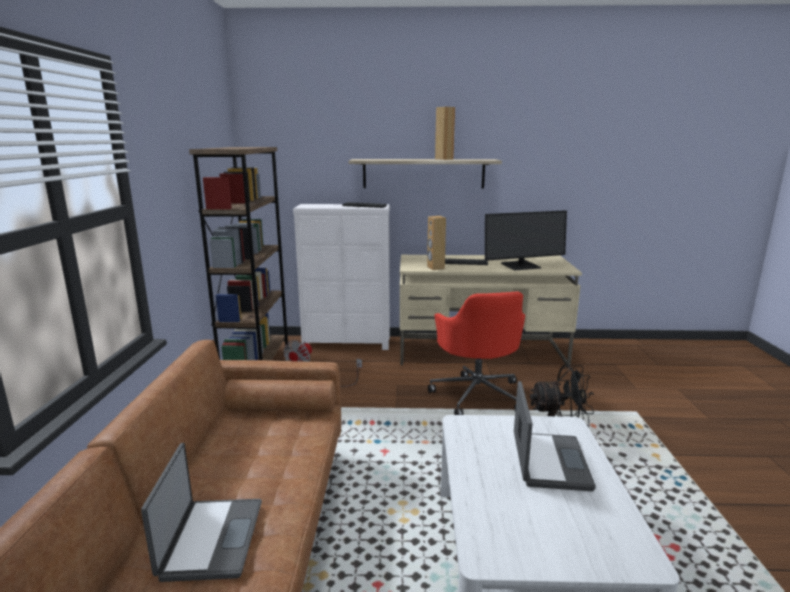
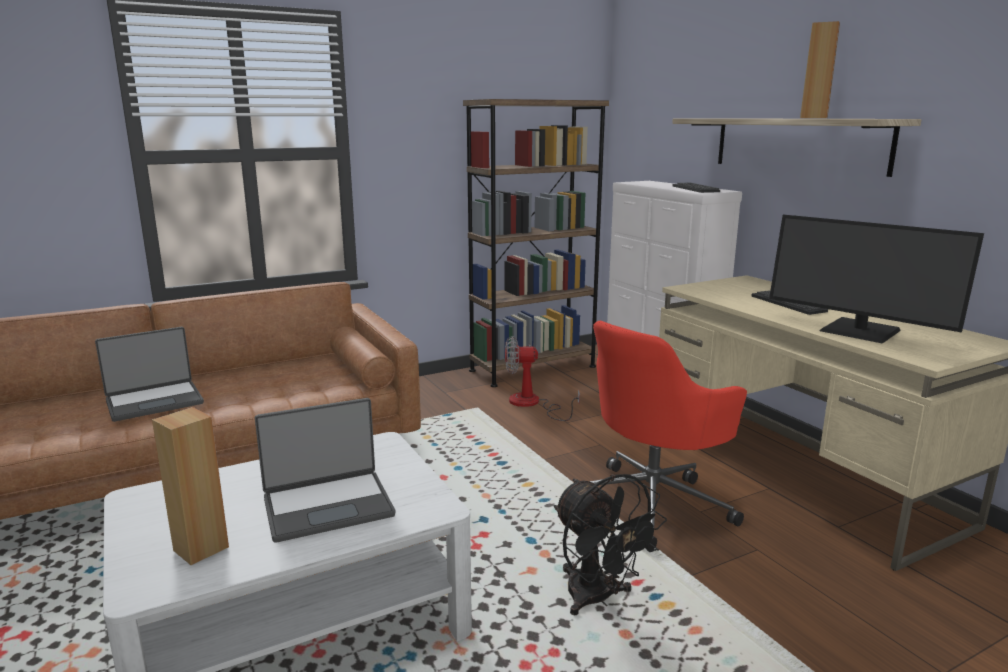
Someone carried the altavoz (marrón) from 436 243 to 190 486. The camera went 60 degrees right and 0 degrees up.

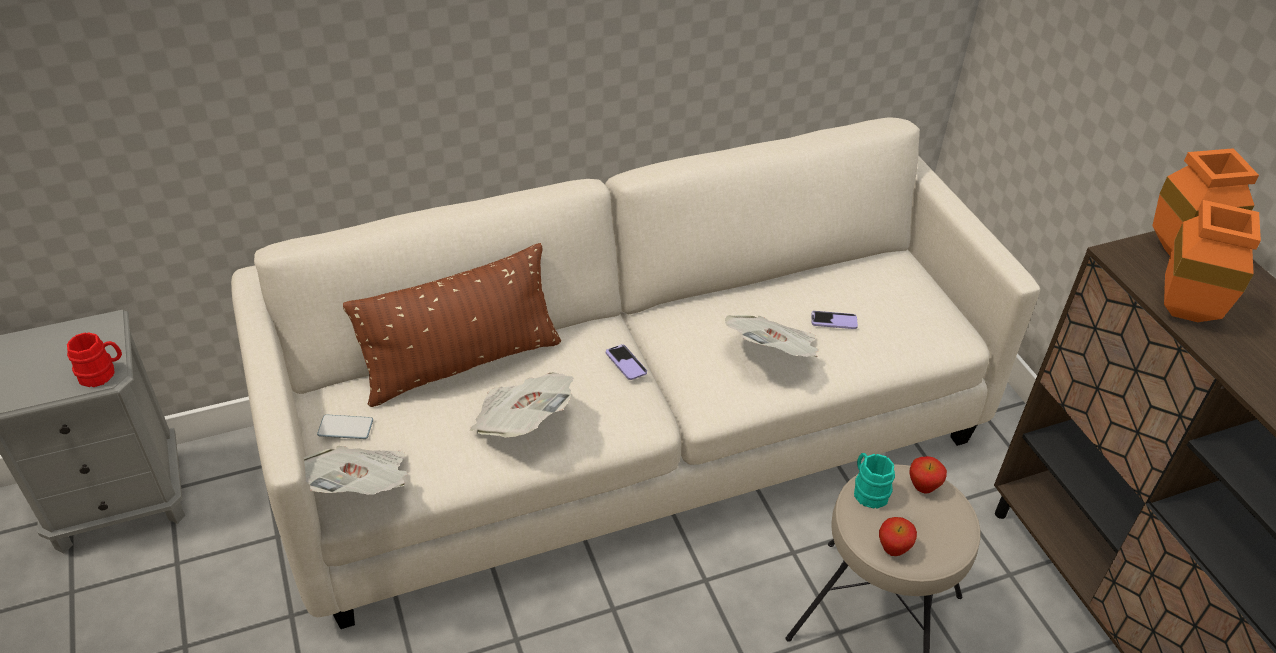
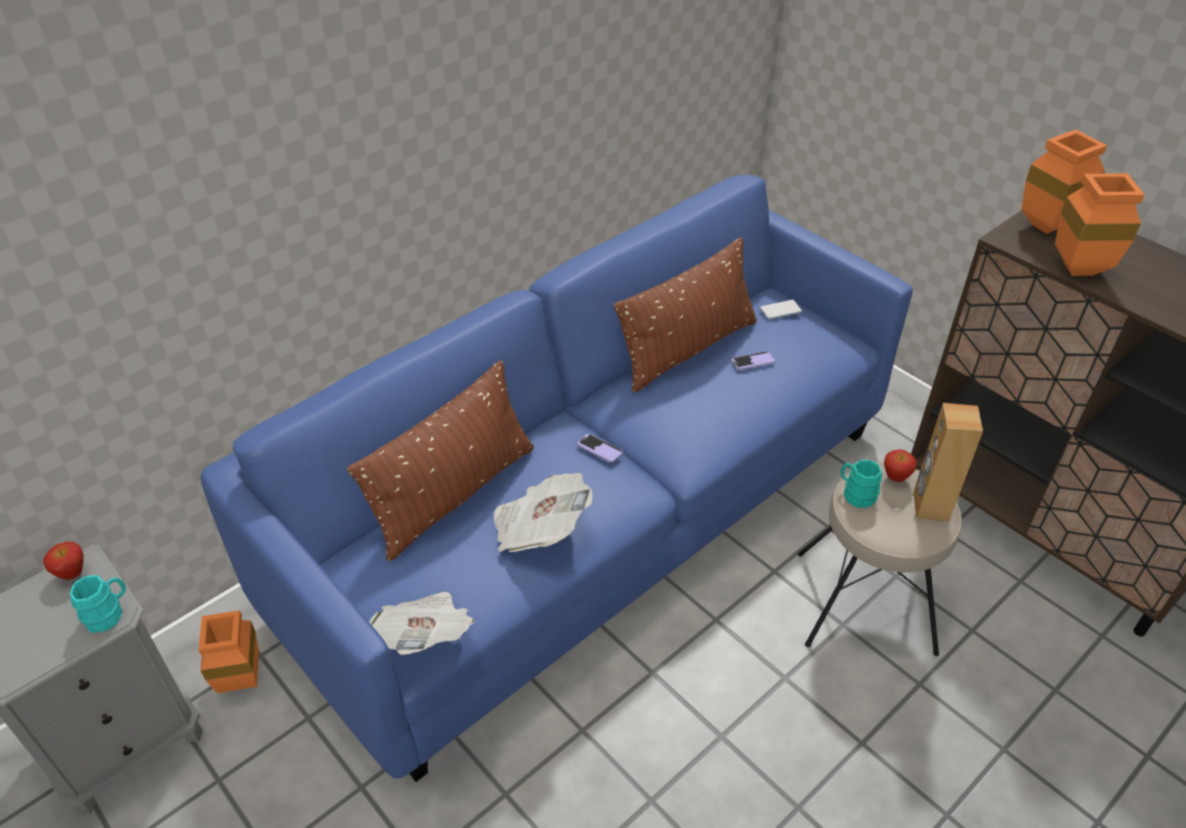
Someone repainted the taza grande (rojo) at 94 359, which became the taza grande (turquesa) at 98 604. Someone repainted the sofá (blanco) at 635 373, which became the sofá (azul) at 557 478. Someone carried the móvil from 345 426 to 781 309. Someone took away the periódico at 772 336. Someone carried the manzana from 898 536 to 63 560. Someone put down the florero (naranja) at 228 651. Someone put down the cojín (marrón) at 685 315. Someone put down the altavoz (marrón) at 948 462. The camera went 20 degrees left and 0 degrees up.

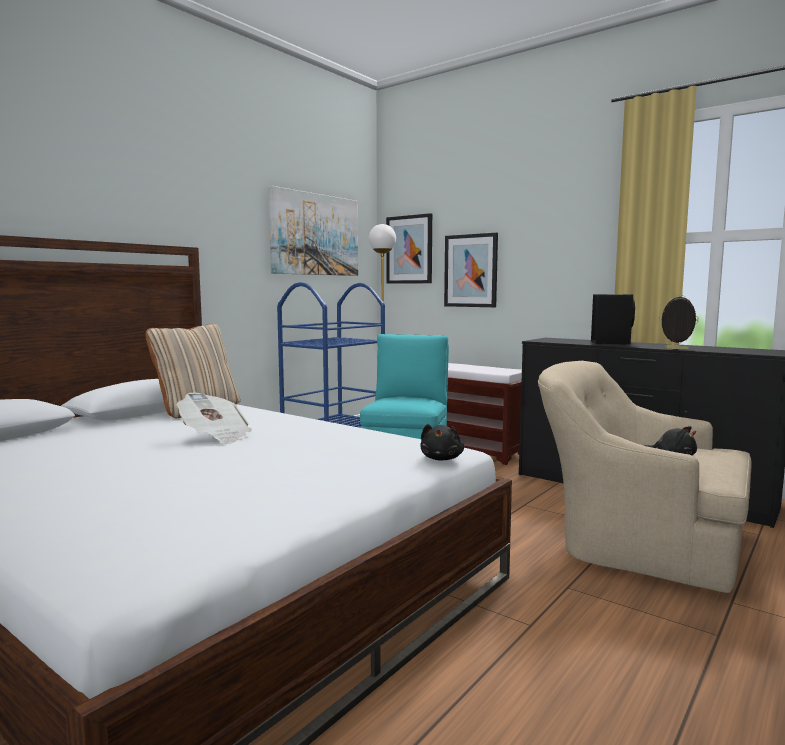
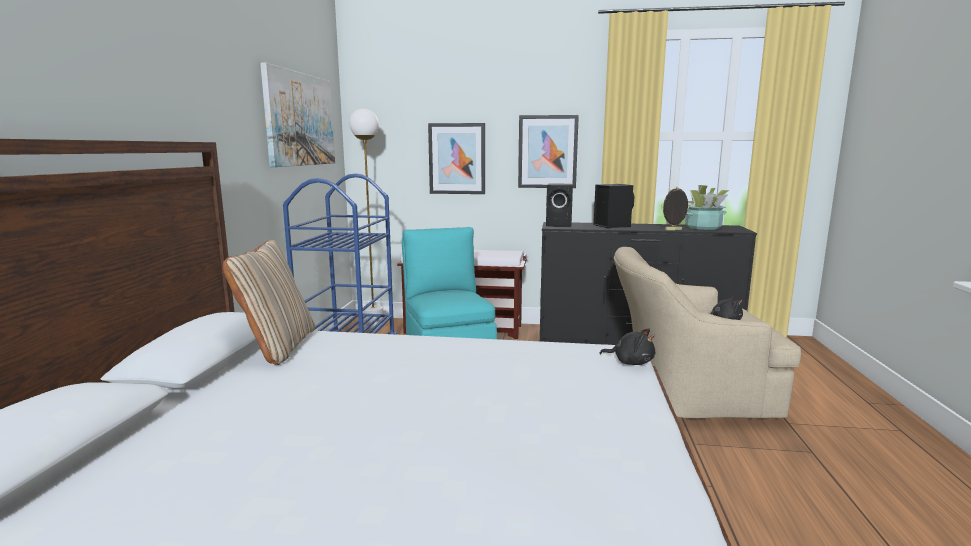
Someone took away the periódico at 214 418. Someone carried the cuadro from 409 248 to 548 151. Someone rotated the peluche (negro) at 442 442 by 45 degrees counterclockwise. Someone put down the altavoz (negro) at 559 205. Someone put down the planta en maceta at 707 207. The camera went 30 degrees left and 5 degrees up.

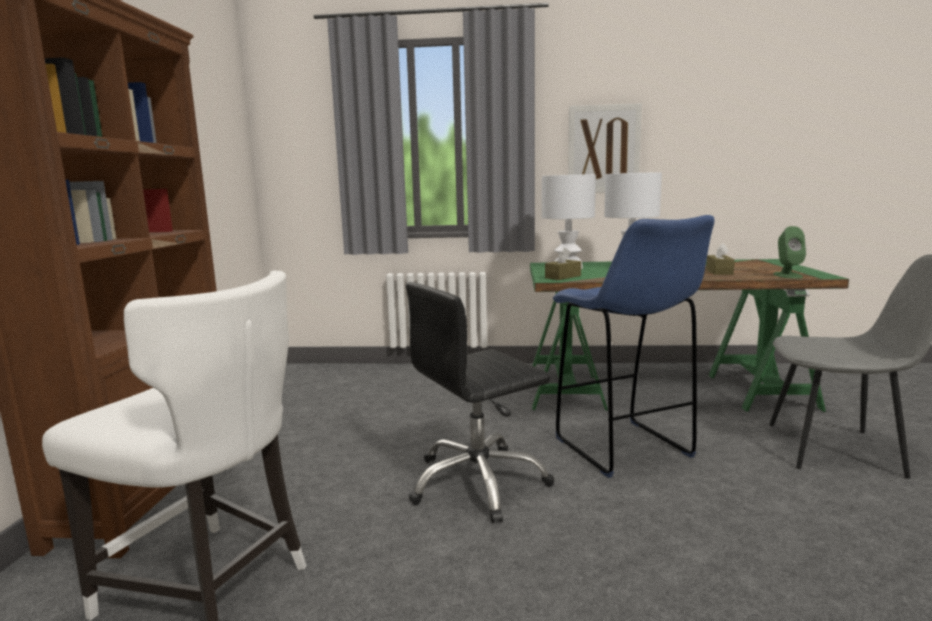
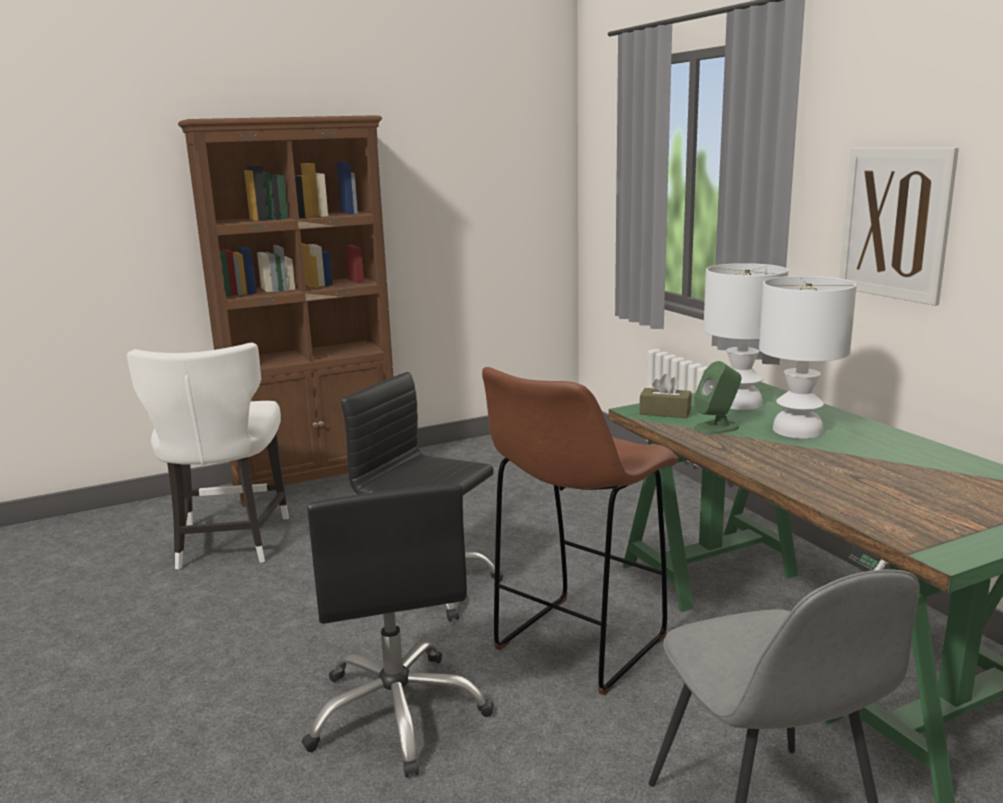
Someone repainted the taburete (azul) at 633 346, which became the taburete (marrón) at 580 531. Someone took away the caja de pañuelos (marrón) at 720 259. Someone carried the altavoz (verde) from 789 252 to 718 397. Someone put down the silla de oficina (negro) at 398 631. The camera went 60 degrees right and 5 degrees up.

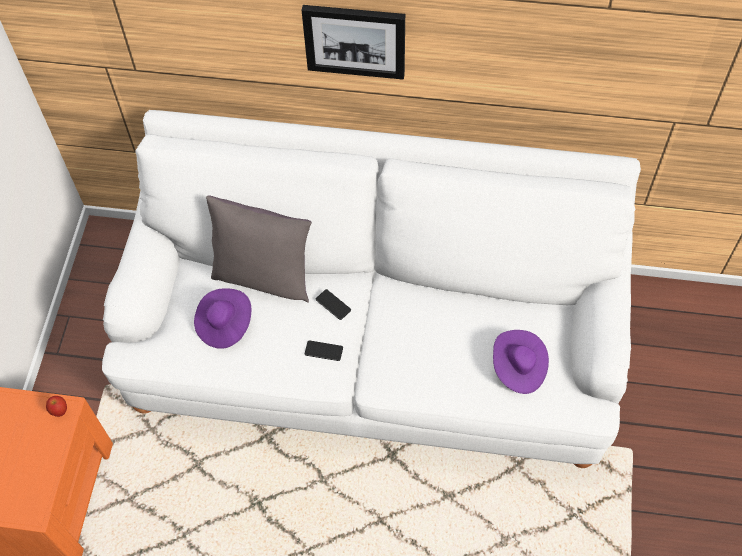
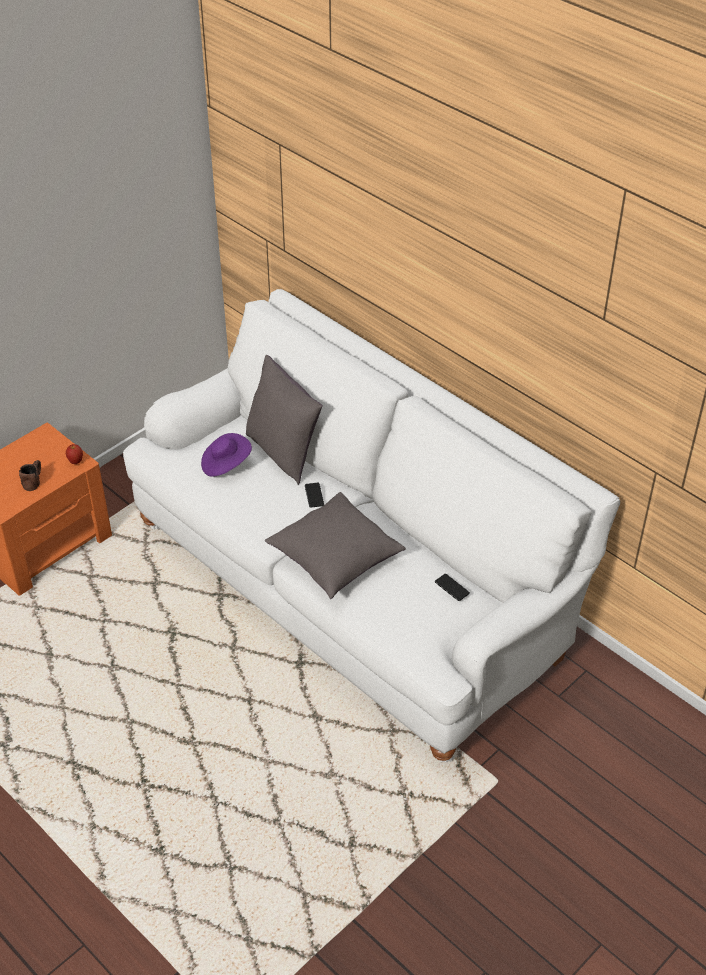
Someone took away the cuadro at 353 42. Someone carried the móvil from 324 350 to 452 587. Someone took away the sombrero (morado) at 521 362. Someone put down the taza grande (marrón) at 30 475. Someone put down the cojín (gris) at 335 545. The camera went 35 degrees right and 15 degrees down.

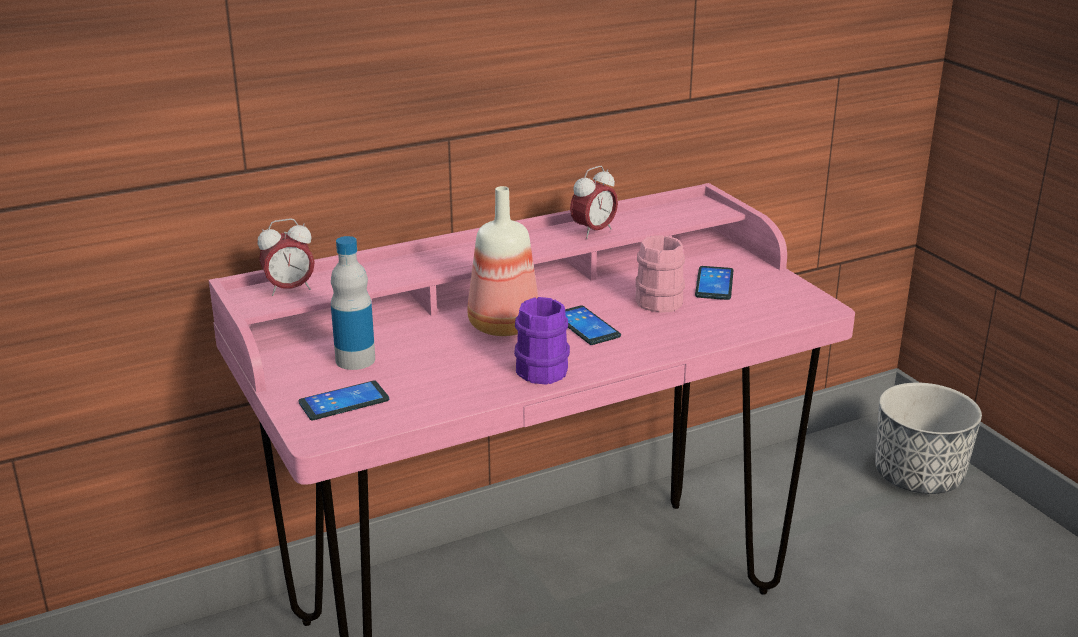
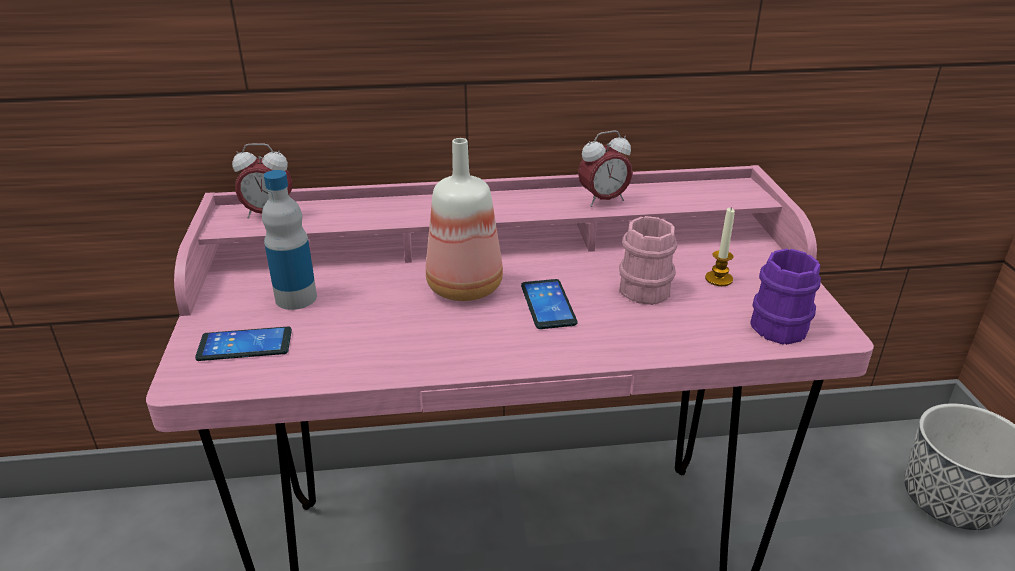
Someone carried the taza grande (morado) from 542 341 to 785 296. Someone swapped the móvil at 714 283 for the vela at 720 246. The camera went 20 degrees right and 5 degrees up.

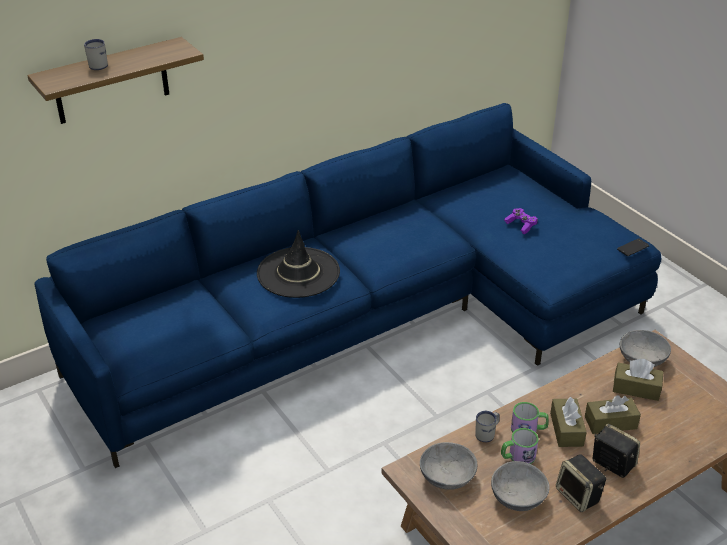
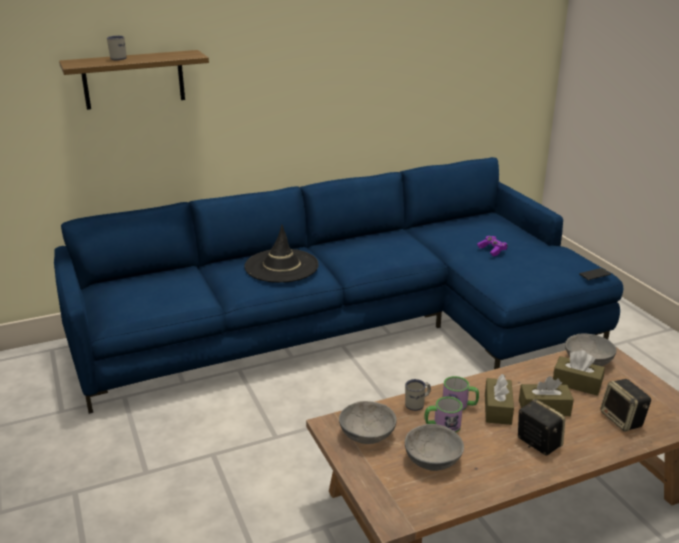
Someone carried the altavoz from 581 483 to 625 405. The camera went 10 degrees right and 10 degrees down.

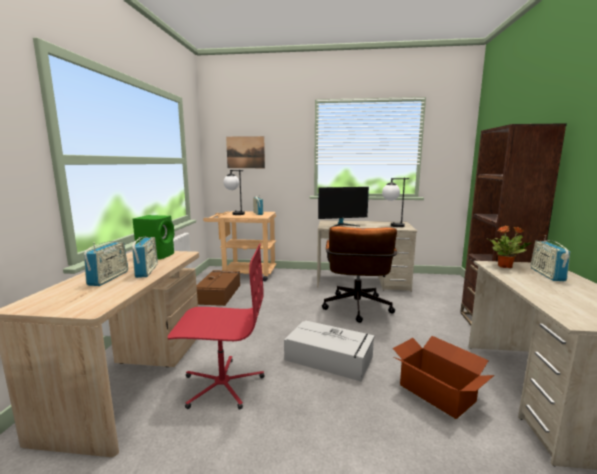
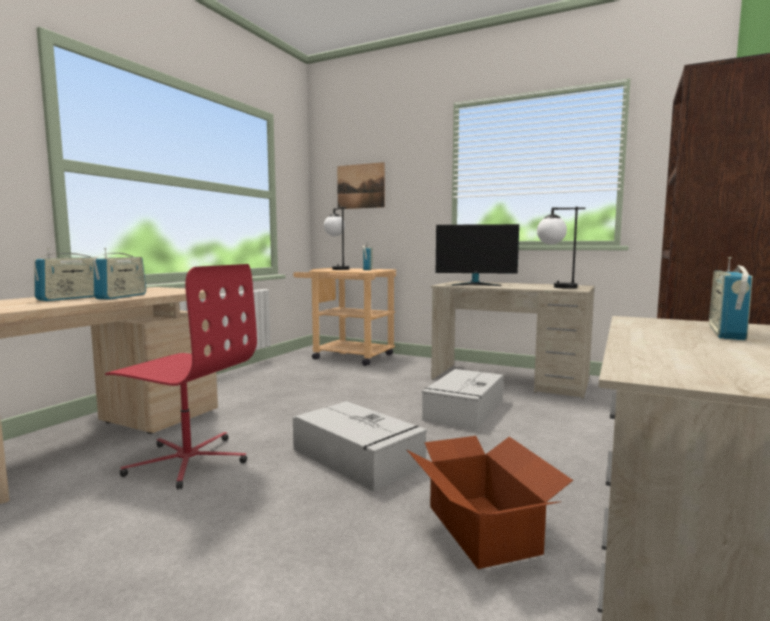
Someone took away the altavoz (verde) at 153 237. Someone took away the caja de almacenaje (marrón) at 218 288. Someone swapped the silla de oficina (marrón) at 359 274 for the caja de almacenaje (gris) at 463 399. Someone took away the planta en maceta at 509 247. The camera went 20 degrees right and 5 degrees down.

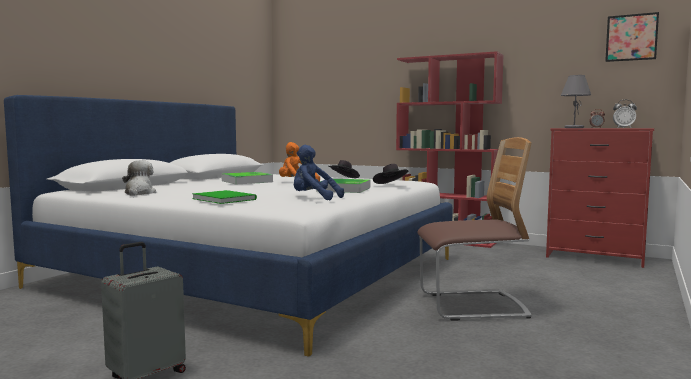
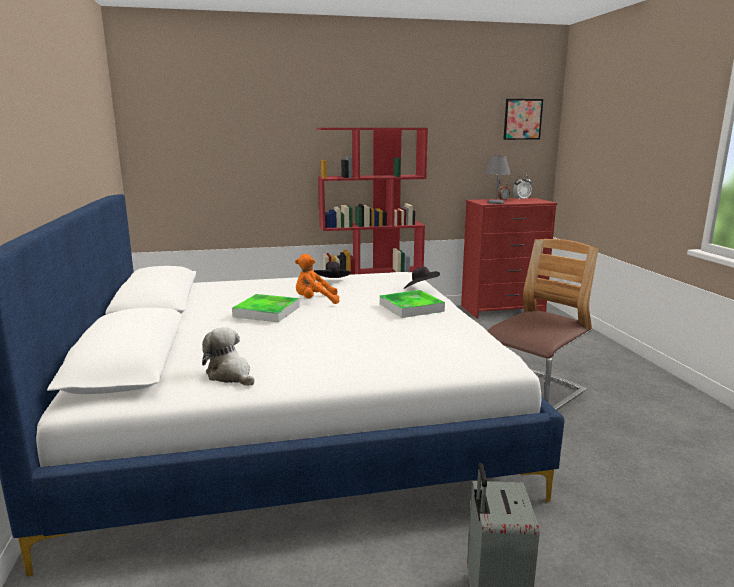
Someone took away the libro (verde) at 224 197. Someone took away the peluche (azul) at 319 172. The camera went 40 degrees left and 10 degrees up.

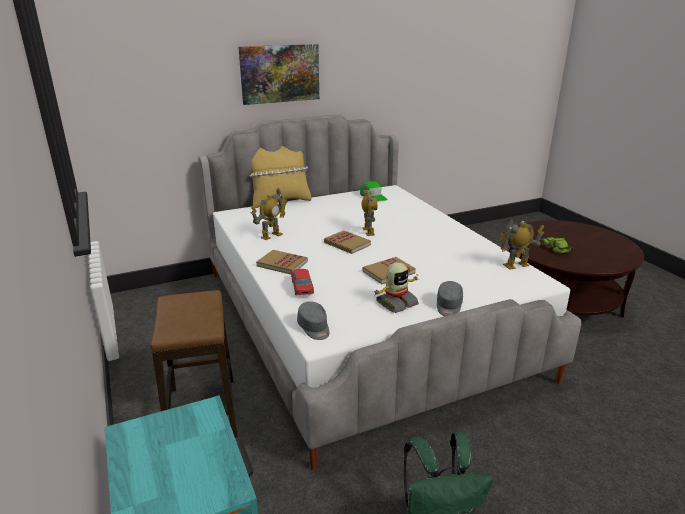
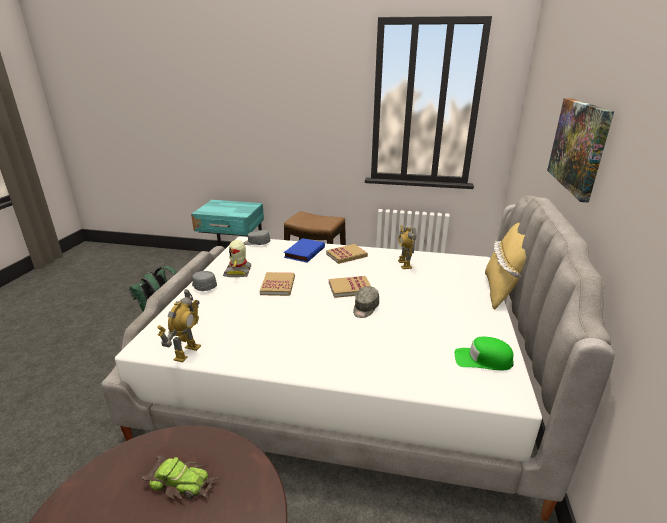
Someone swapped the coche de juguete at 302 282 for the libro (azul) at 304 250. Someone swapped the robot de juguete at 370 210 for the gorra (gris) at 366 302. The camera went 125 degrees right and 0 degrees up.

